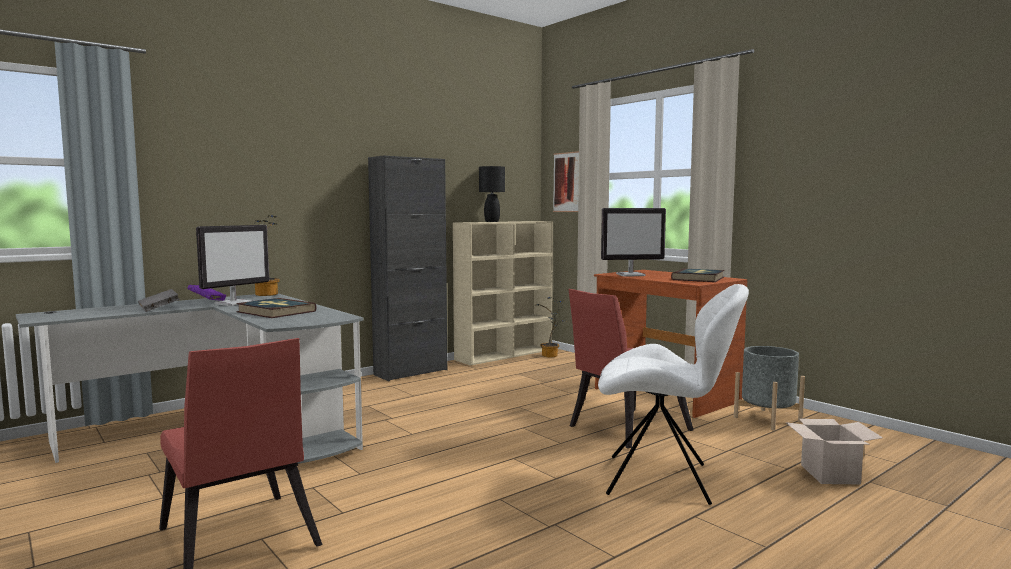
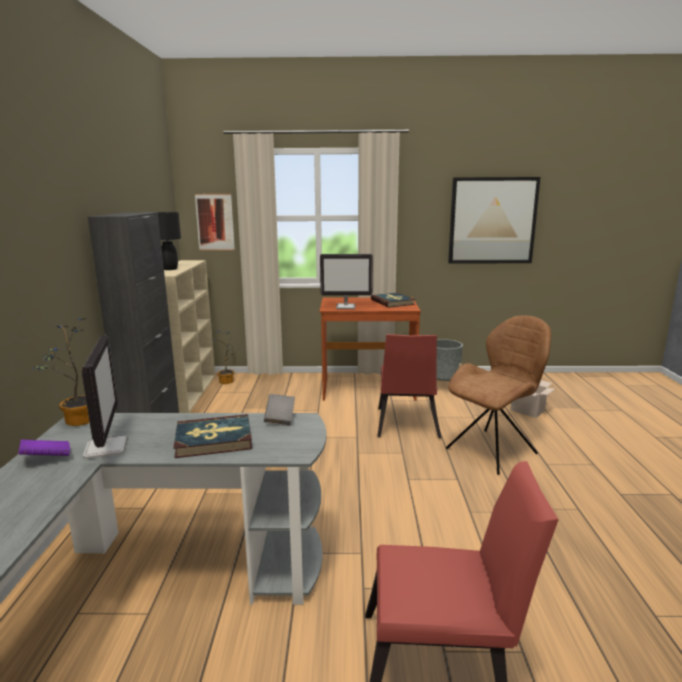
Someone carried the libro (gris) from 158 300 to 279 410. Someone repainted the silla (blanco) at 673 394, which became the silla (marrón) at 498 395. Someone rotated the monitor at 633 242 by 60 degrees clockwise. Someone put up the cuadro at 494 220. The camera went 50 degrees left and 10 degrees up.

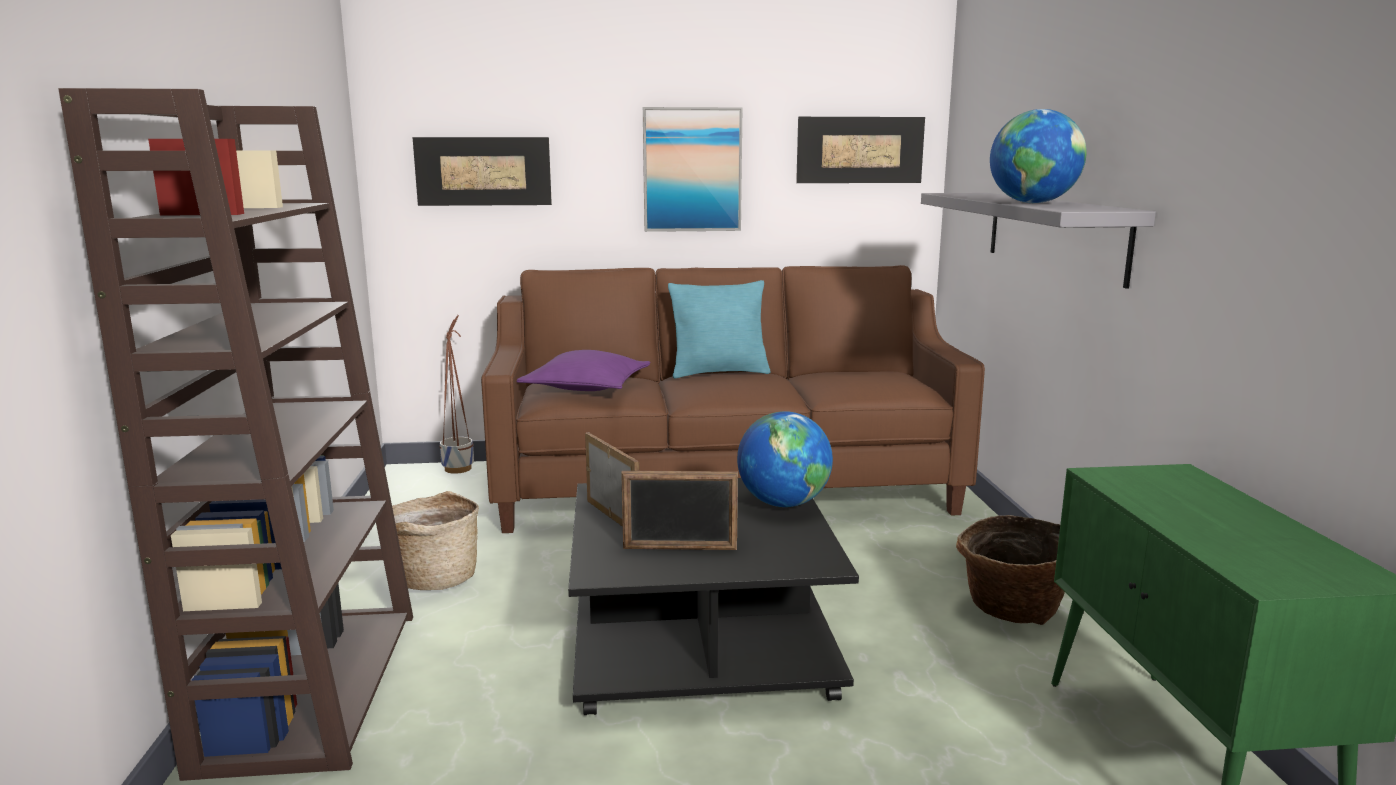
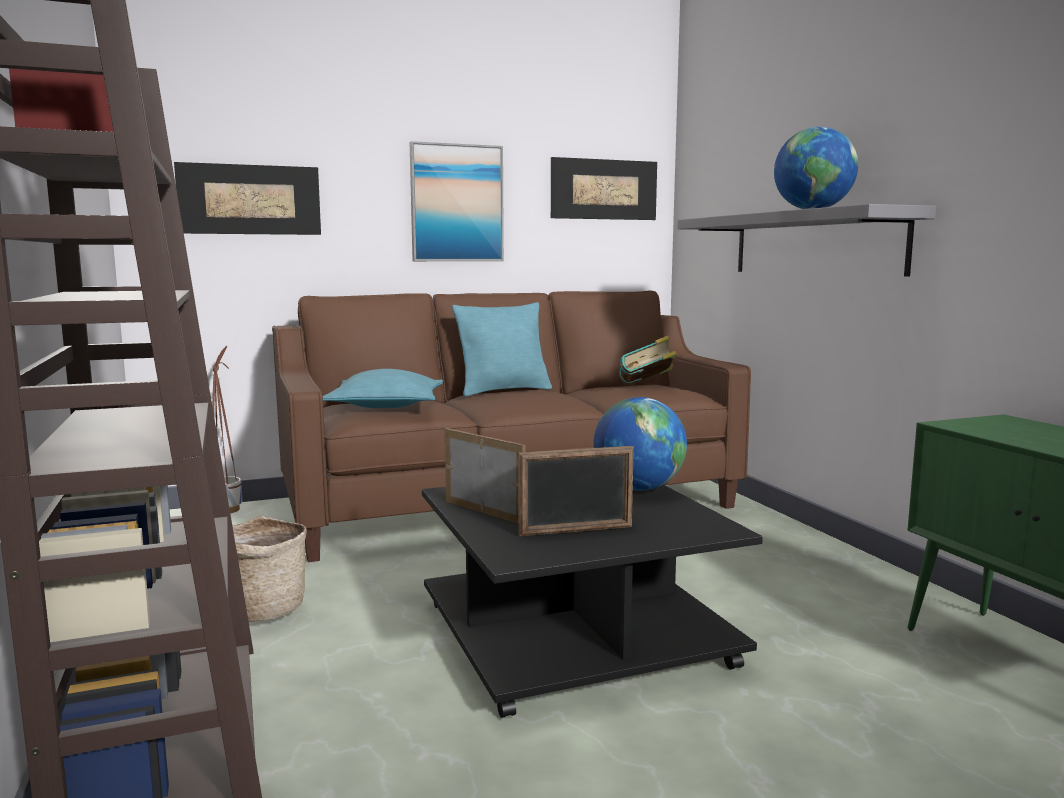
Someone repainted the cojín (morado) at 583 370, which became the cojín (turquesa) at 383 388. Someone took away the cesta at 1010 570. Someone put down the libro at 648 360. The camera went 15 degrees left and 5 degrees down.

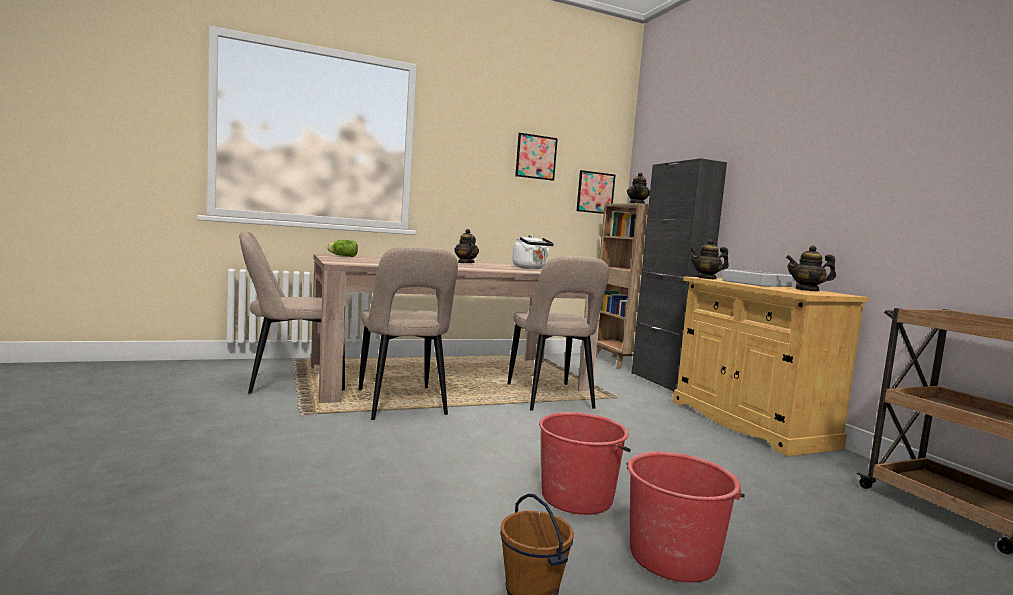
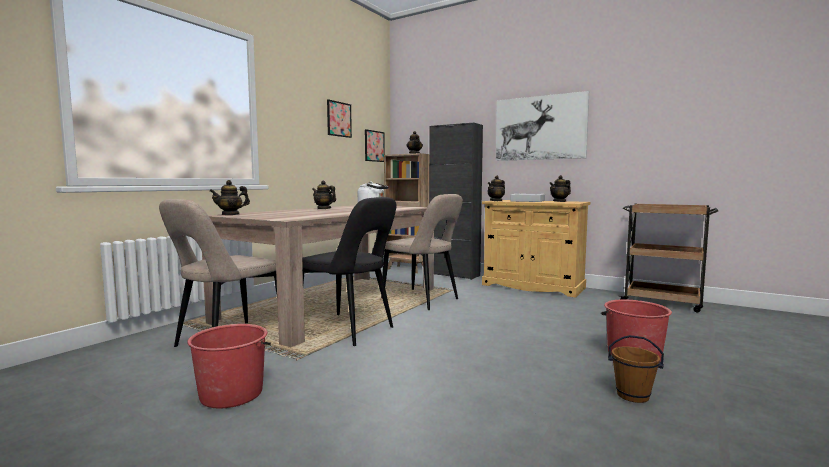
Someone swapped the lechuga at 342 248 for the tetera at 230 197. Someone repainted the silla (beis) at 408 333, which became the silla (negro) at 350 271. Someone carried the cubo (rojo) from 585 463 to 229 366. Someone put up the cuadro at 542 126. The camera went 35 degrees left and 0 degrees up.

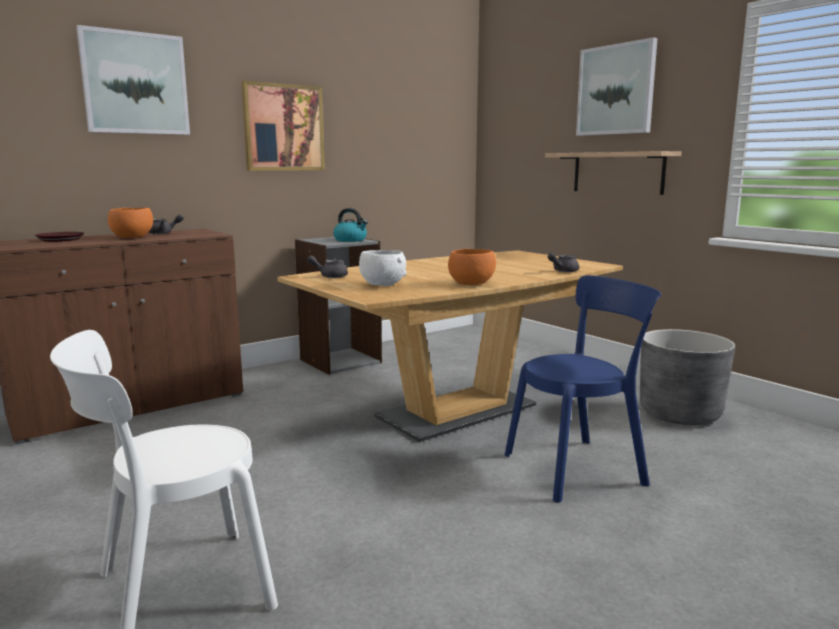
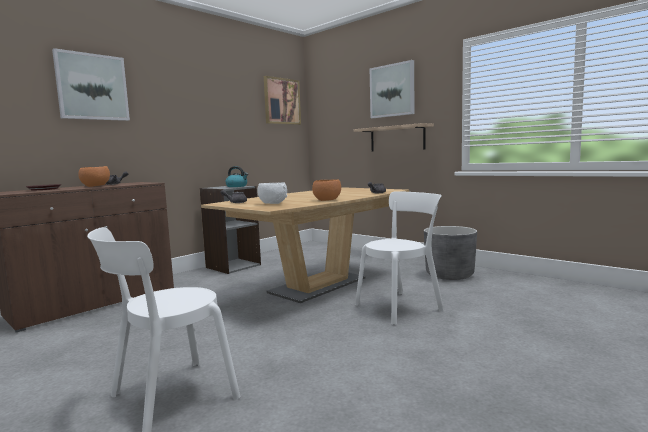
Someone carried the cuadro from 283 126 to 282 100. Someone repainted the silla (azul) at 583 389, which became the silla (blanco) at 399 258. The camera went 10 degrees left and 5 degrees down.

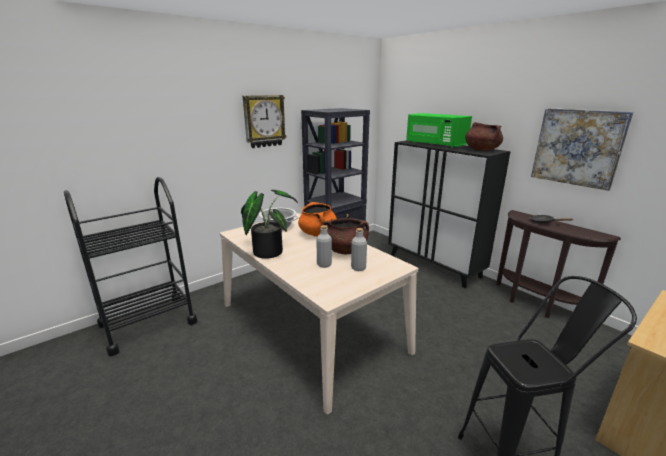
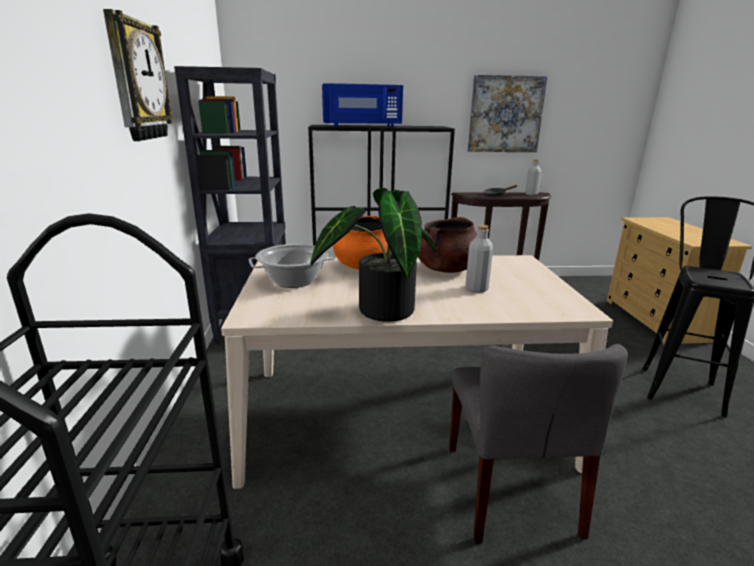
Someone carried the botella (gris) from 359 249 to 533 177. Someone repainted the microondas (verde) at 439 130, which became the microondas (azul) at 362 105. Someone took away the olla (marrón) at 484 136. Someone put down the silla (gris) at 538 444. The camera went 55 degrees left and 0 degrees up.

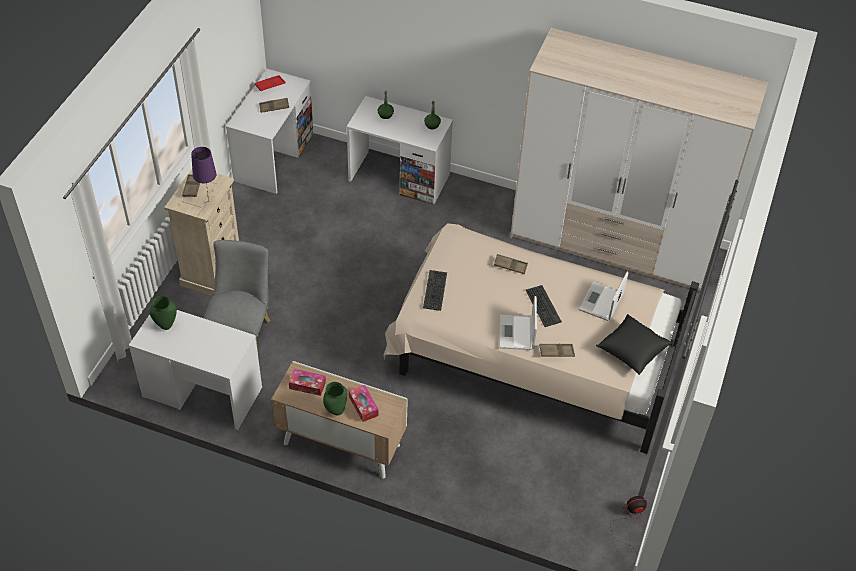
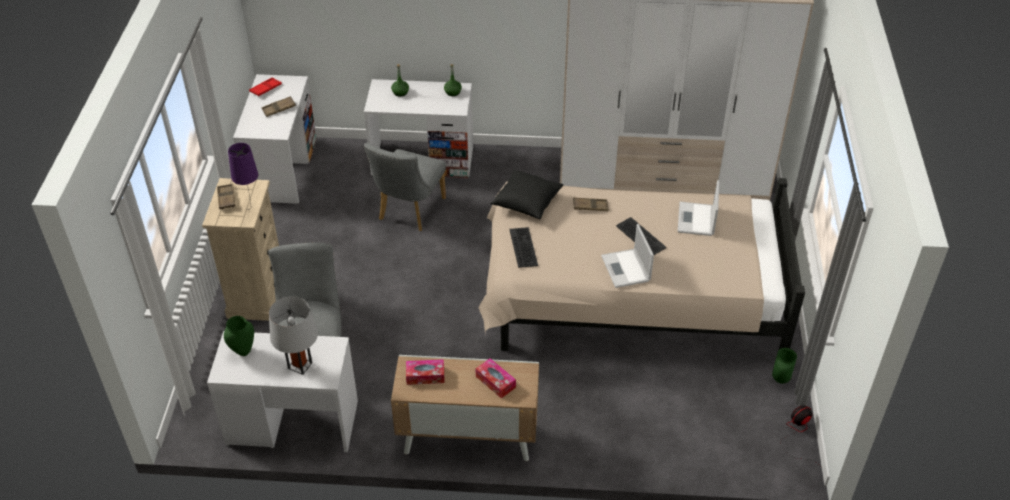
Someone carried the florero (verde) from 335 399 to 784 366. Someone took away the bandeja (marrón) at 557 350. Someone carried the cojín (negro) from 634 344 to 526 194. Someone put down the lámpara de mesa (gris) at 293 335. Someone put down the silla (gris) at 405 187. The camera went 15 degrees left and 5 degrees down.

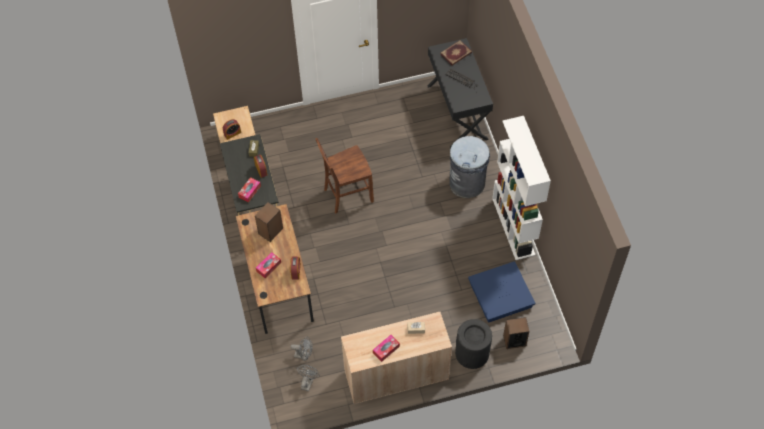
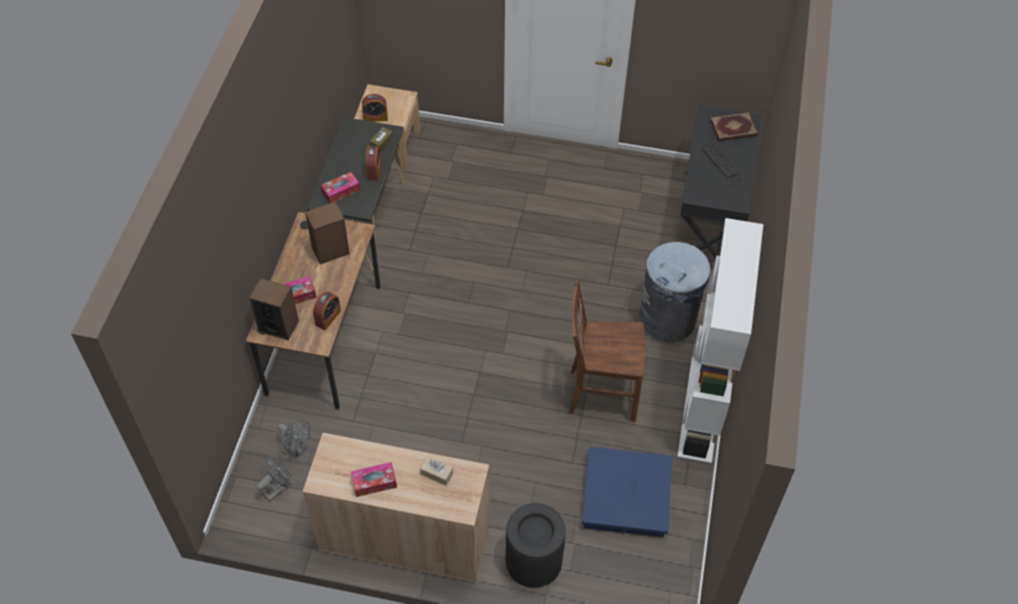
Someone carried the silla (marrón) from 344 175 to 607 351. Someone carried the altavoz from 516 333 to 274 309. The camera went 25 degrees right and 5 degrees down.

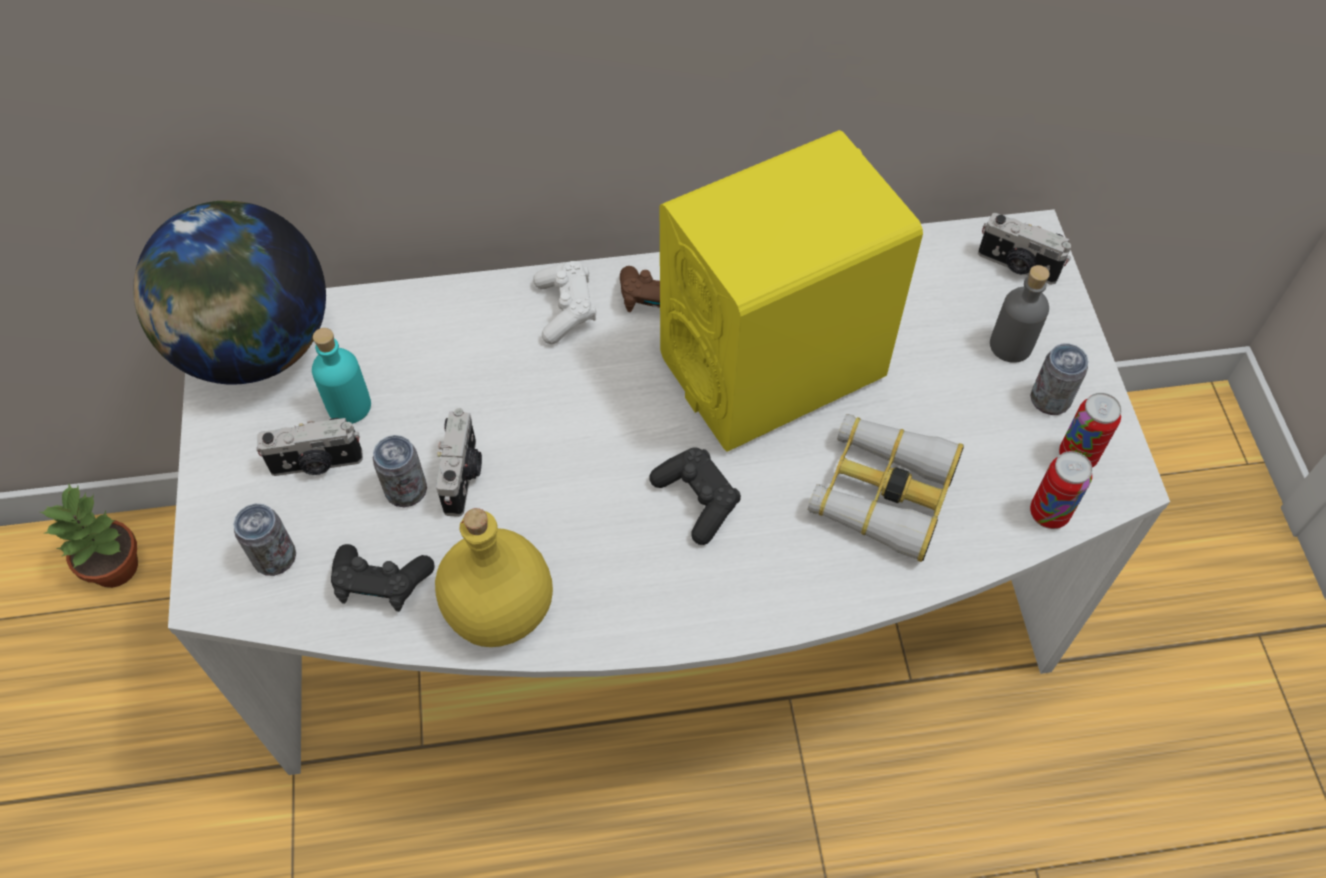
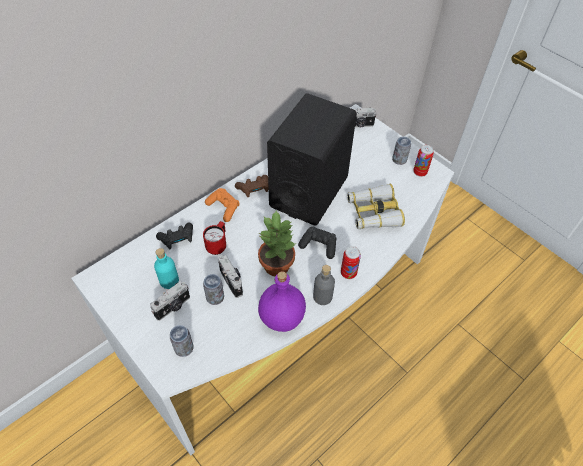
Someone carried the planta en maceta from 89 536 to 277 243. Someone took away the globo terráqueo at 229 293. Someone carried the mando de consola (negro) from 383 578 to 174 235. Someone repainted the botella (amarillo) at 494 577, which became the botella (morado) at 282 301. Someone repainted the mando de consola (blanco) at 565 302, which became the mando de consola (naranja) at 222 205. Someone repainted the altavoz (amarillo) at 791 291, which became the altavoz (negro) at 312 159. Someone carried the botella (gris) from 1020 314 to 324 285. Someone carried the lata from 1061 490 to 351 262. Someone put down the taza grande (rojo) at 214 238. The camera went 35 degrees left and 5 degrees down.

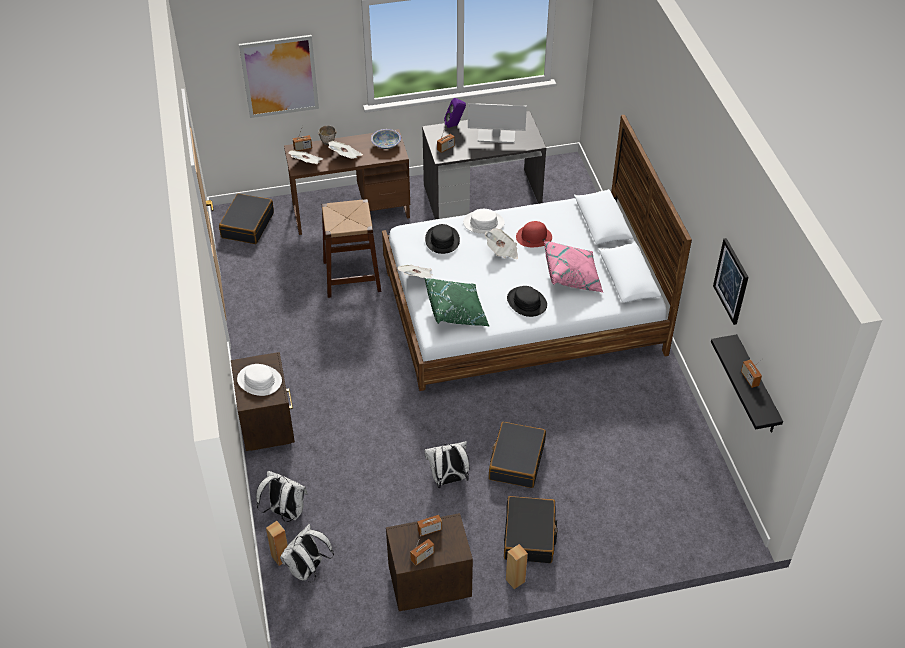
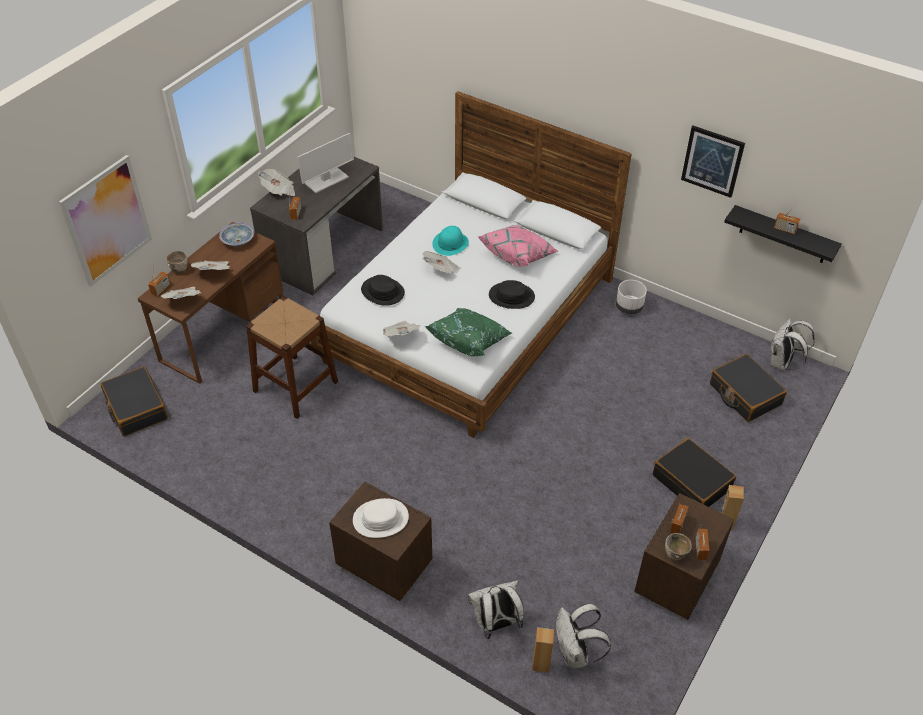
Someone carried the mochila (blanco) from 446 464 to 792 344. Someone swapped the altavoz (morado) at 455 113 for the periódico at 276 182. Someone took away the sombrero (blanco) at 484 221. Someone carried the maleta (negro) from 517 455 to 748 388. Someone repainted the sombrero (rojo) at 534 234, which became the sombrero (turquesa) at 450 241. Someone put down the maceta (blanco) at 631 297. Someone put down the cuenco at 678 547. The camera went 45 degrees left and 0 degrees up.

